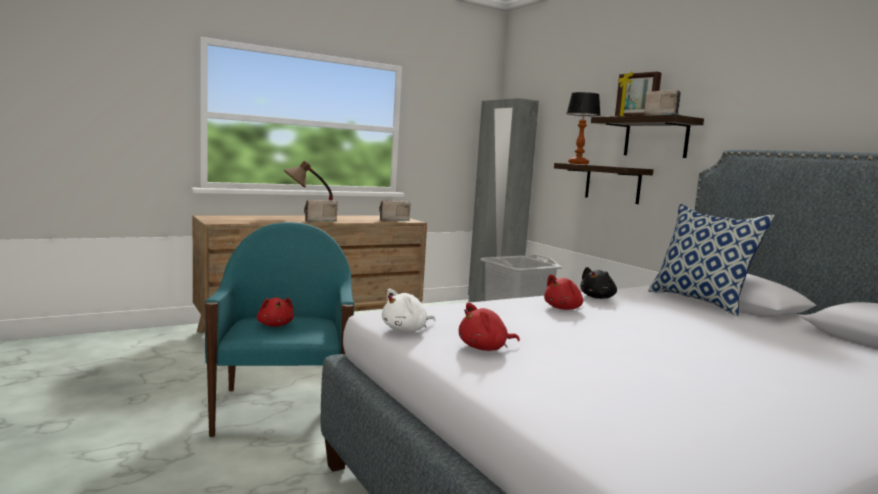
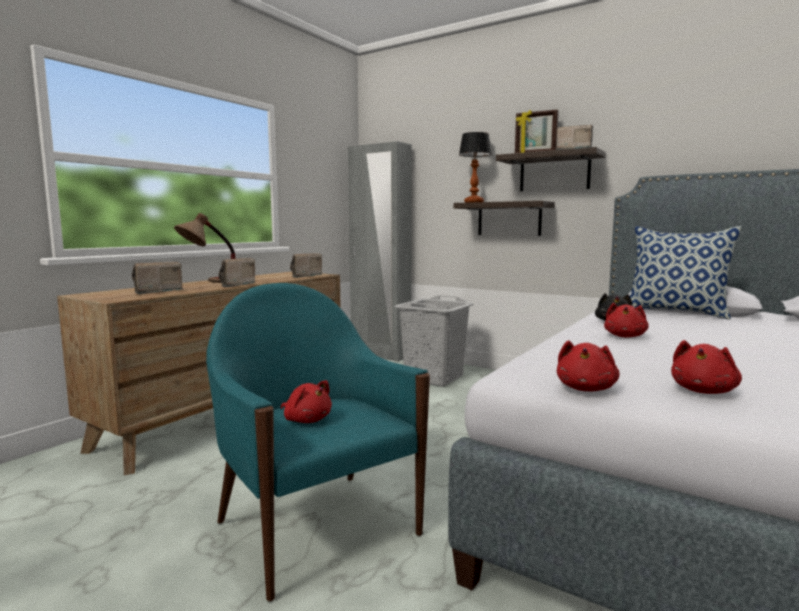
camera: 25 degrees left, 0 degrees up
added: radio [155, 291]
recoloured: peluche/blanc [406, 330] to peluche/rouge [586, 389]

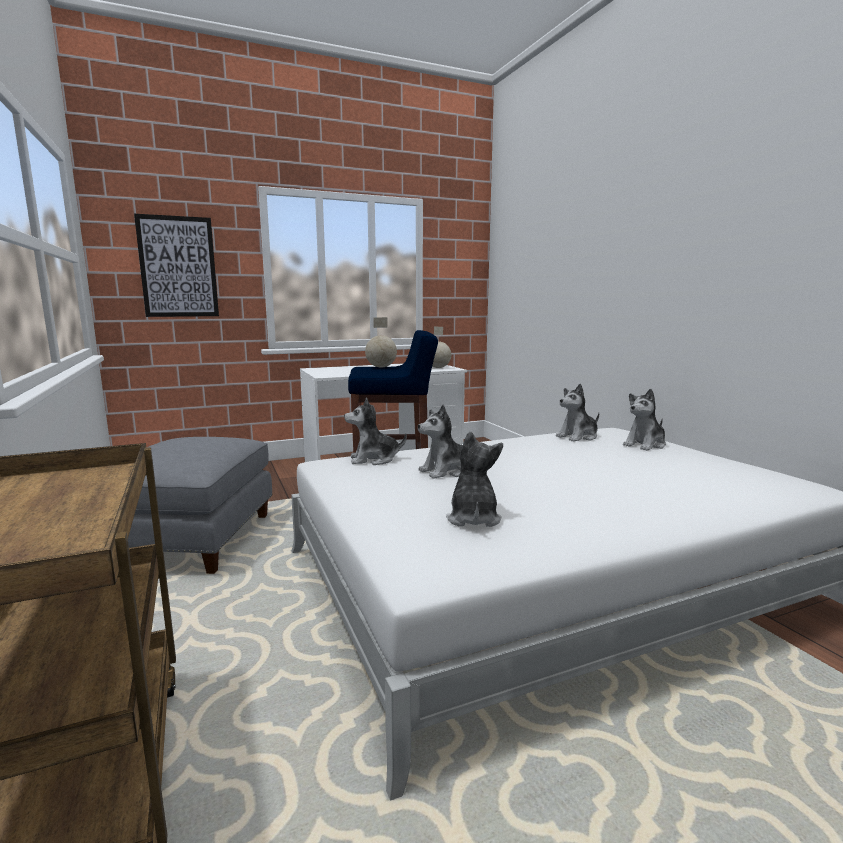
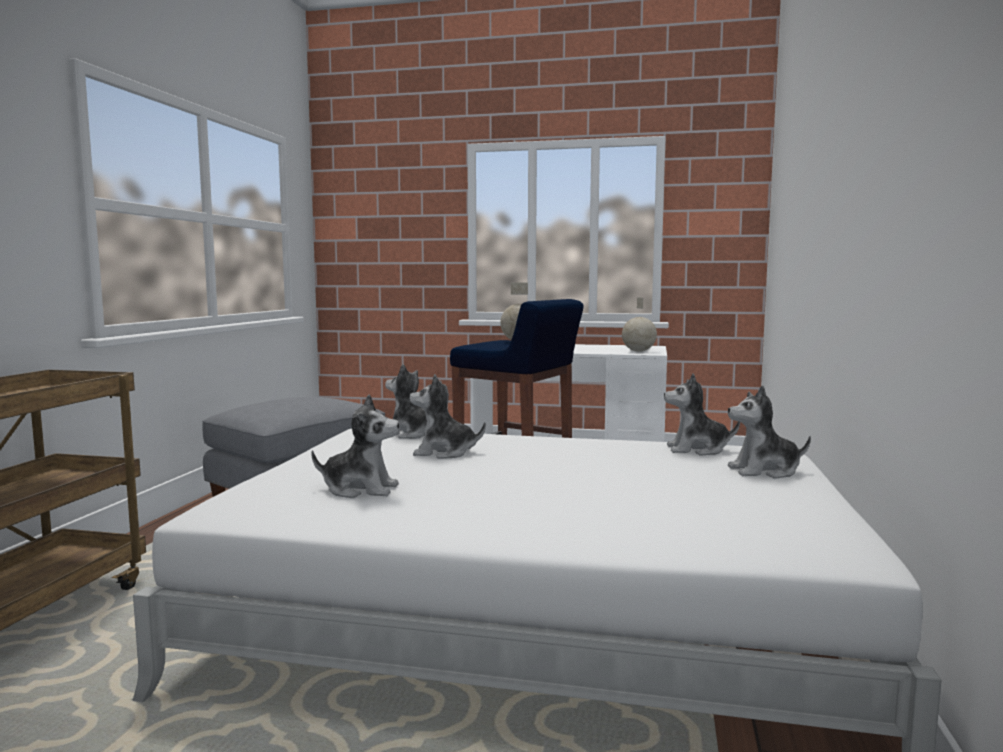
camera: 35 degrees right, 5 degrees down
removed: tableau [178, 267]
turned: peluche [473, 518] = [360, 489] 60 degrees clockwise

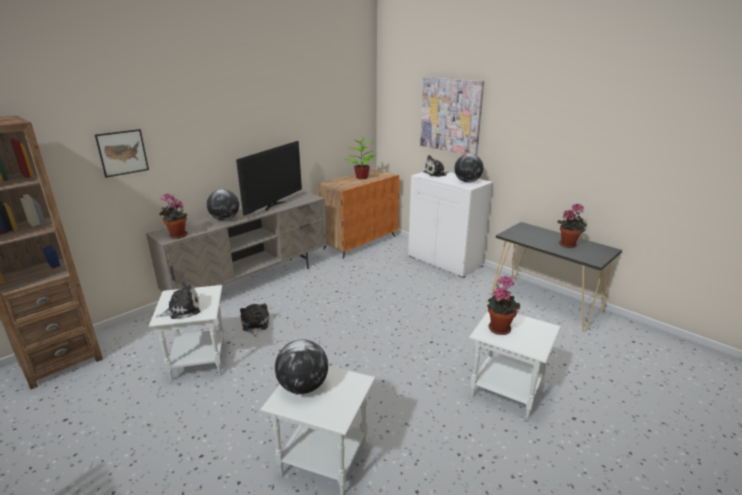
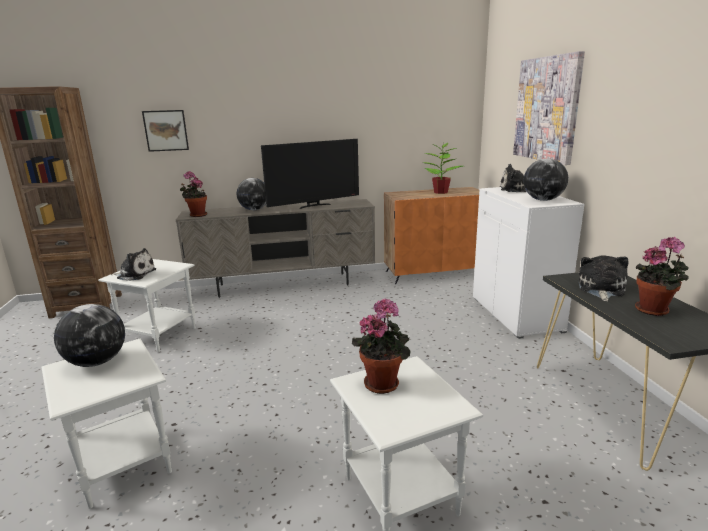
camera: 35 degrees right, 5 degrees down
moved: peluche [255, 325] to [600, 289]

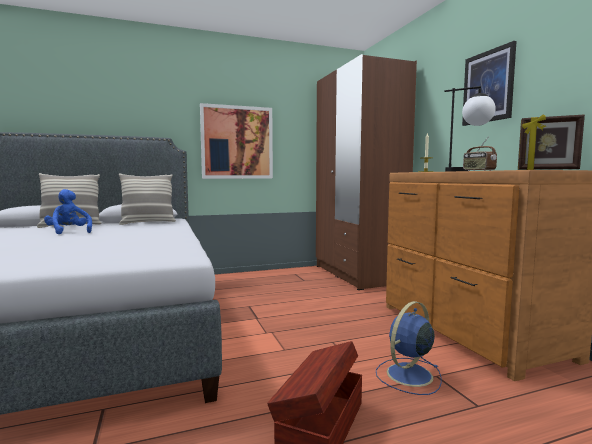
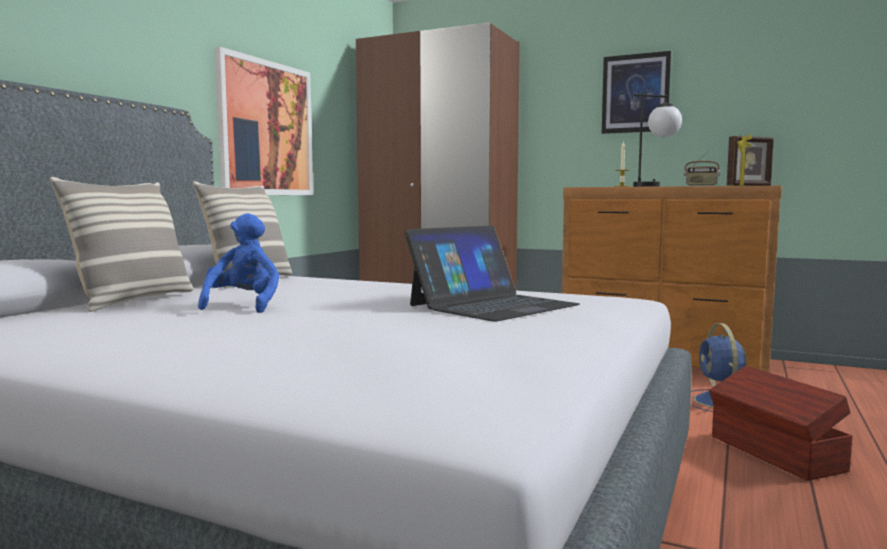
camera: 45 degrees left, 0 degrees up
added: ordinateur portable [492, 305]
turned: peluche/bleu [69, 232] = [243, 306] 90 degrees clockwise

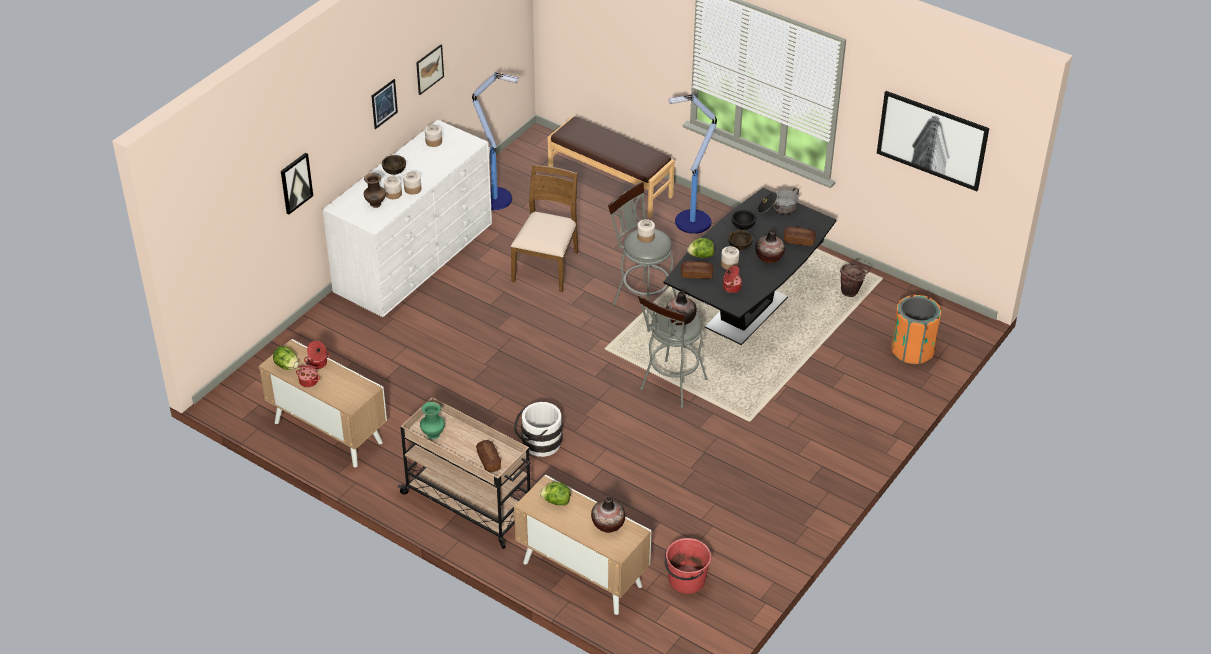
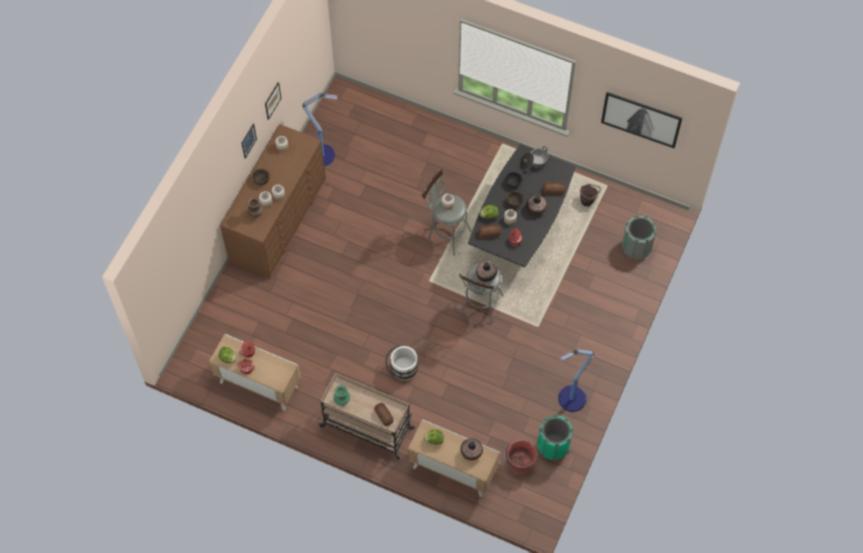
camera: 10 degrees left, 20 degrees up
removed: tableau [295, 183]; chaise/marron [547, 266]; banc/marron [610, 184]
added: poubelle/vert [553, 445]
moved: lampadaire [691, 222] to [571, 399]
recoloured: commode/blanc [414, 257] to commode/marron [278, 220]; poubelle/orange [912, 350] to poubelle/gris [636, 247]

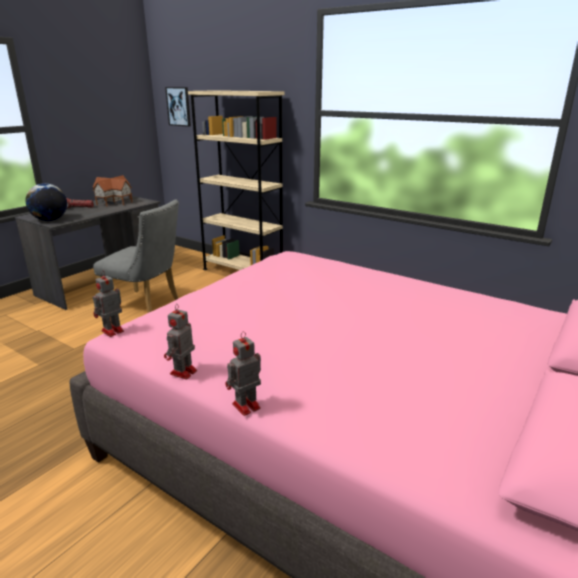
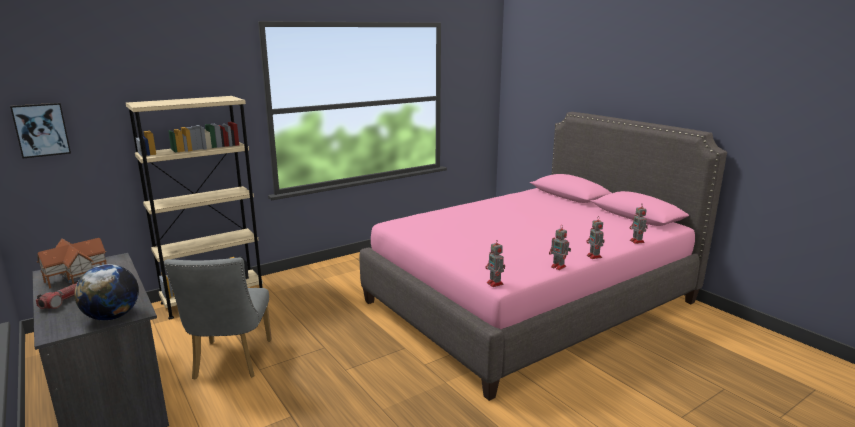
camera: 70 degrees left, 5 degrees down
added: robot jouet [637, 241]
turned: chaise/gris [147, 306] = [230, 363] 135 degrees clockwise

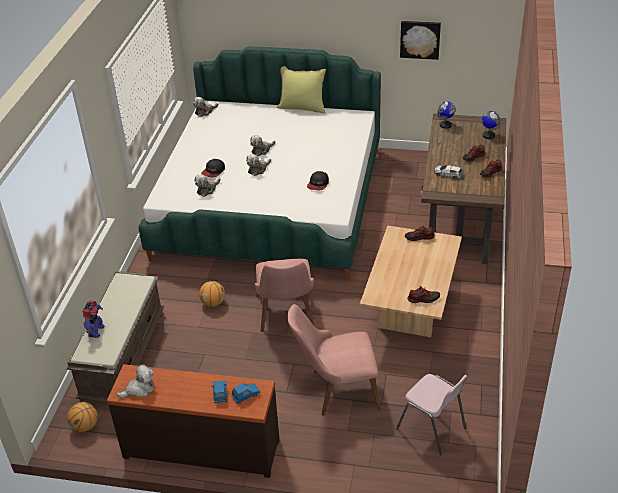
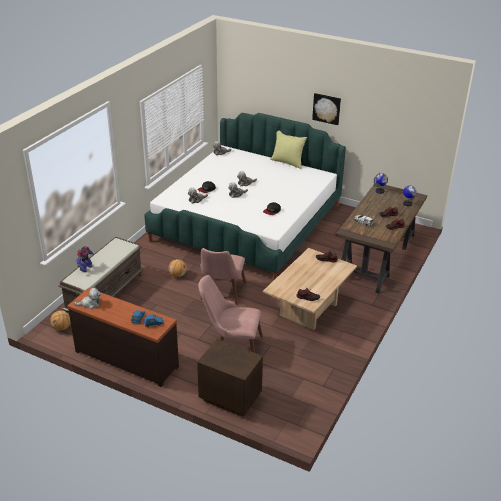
camera: 15 degrees right, 5 degrees down
removed: chaise/rose [431, 429]
added: table de chevet/marron [230, 397]
moved: tableau [420, 39] to [326, 108]

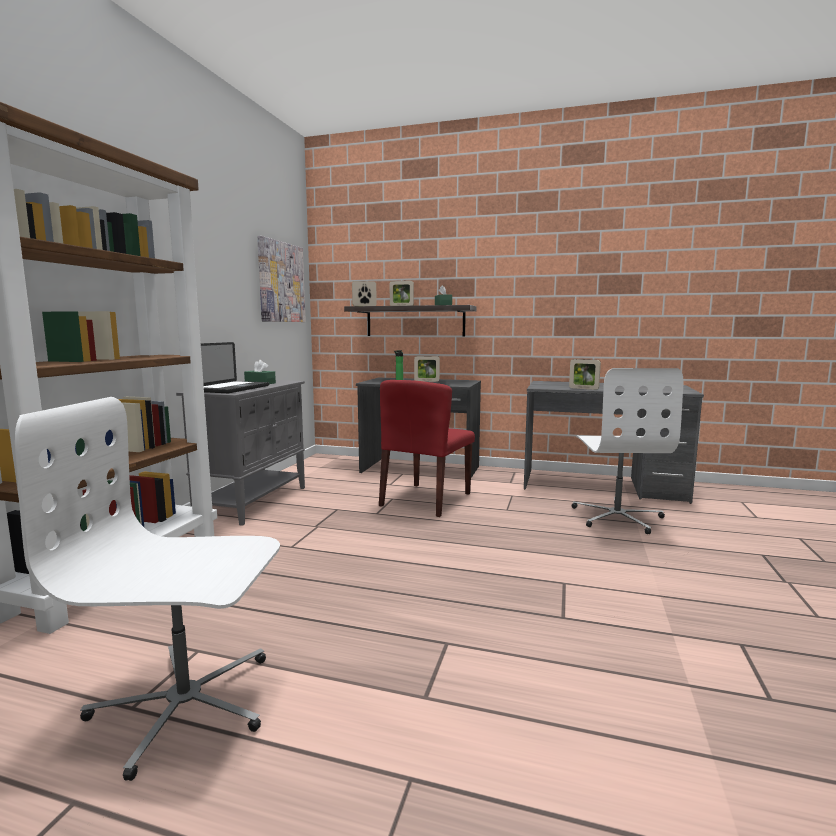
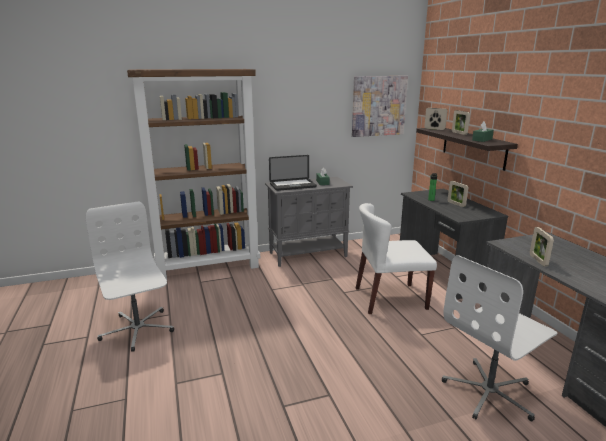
camera: 55 degrees right, 10 degrees up
recoloured: chaise/rouge [426, 500] to chaise/blanc [390, 298]

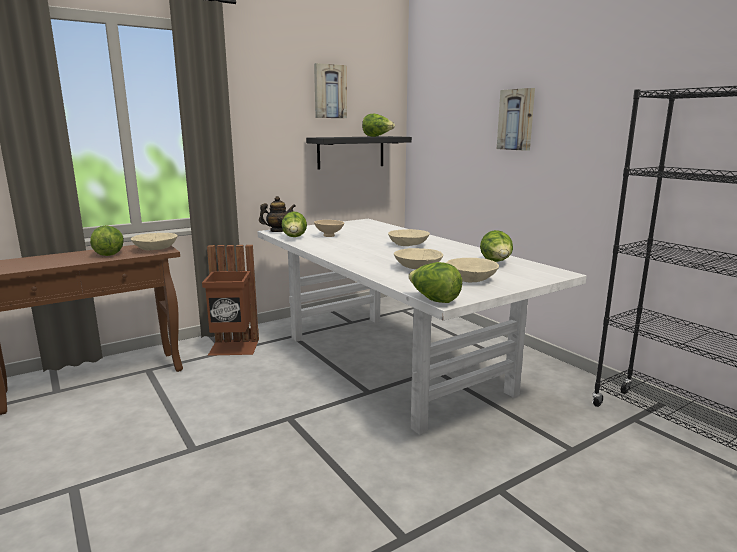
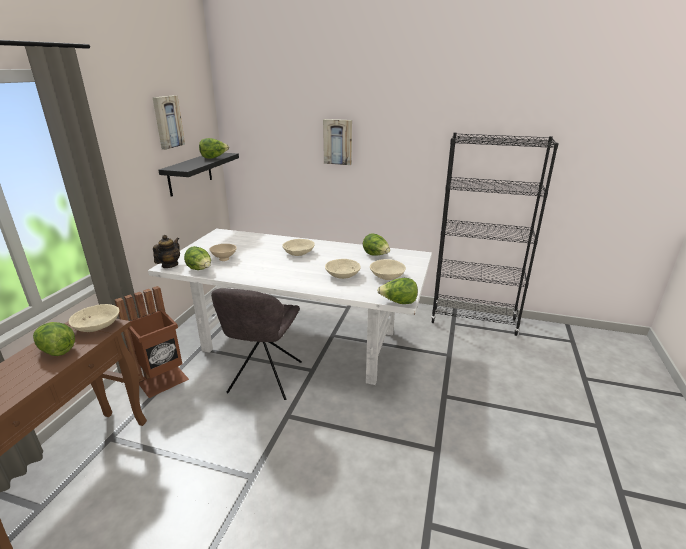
camera: 40 degrees left, 10 degrees up
added: chaise/gris [264, 379]

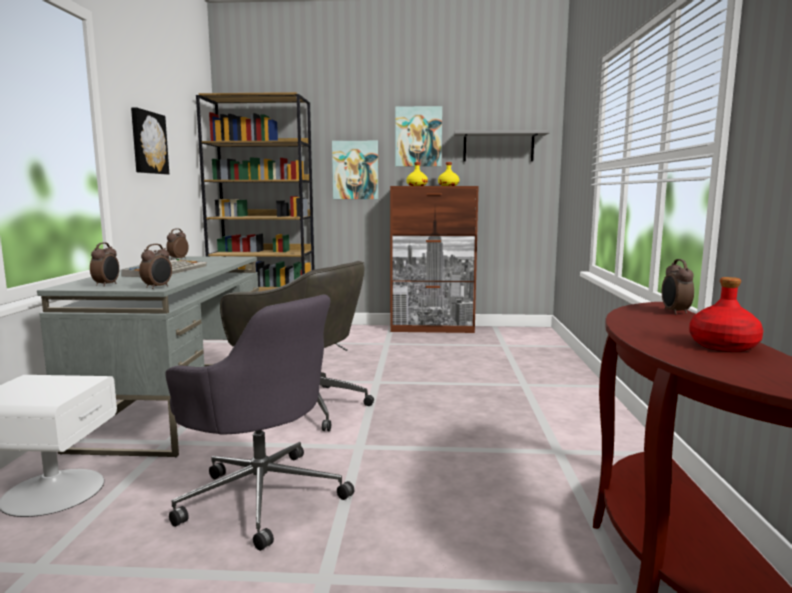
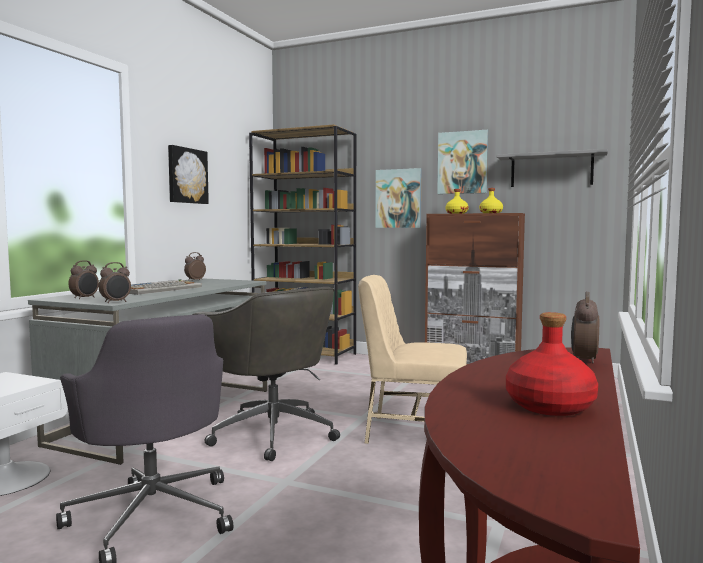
camera: 20 degrees right, 5 degrees down
added: chaise/beige [413, 432]

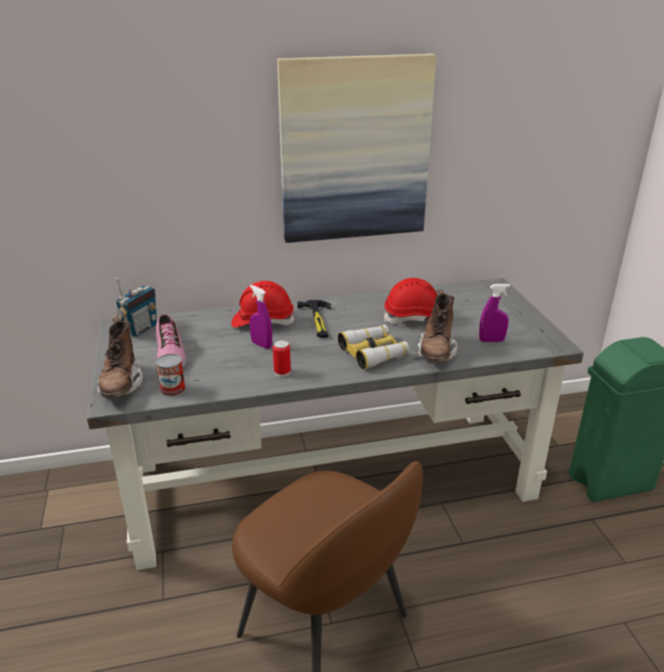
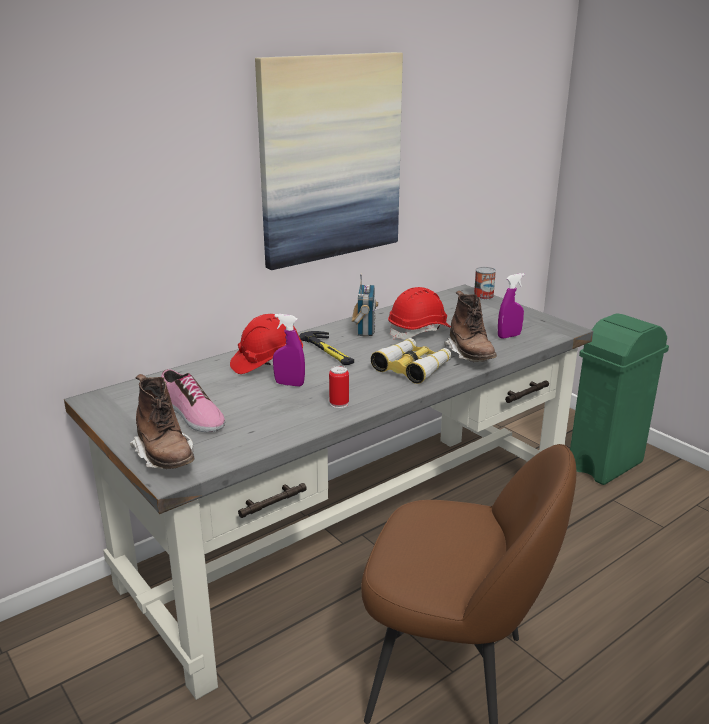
camera: 25 degrees left, 5 degrees down
moved: radio [140, 329] to [365, 330]; boîte métallique [172, 389] to [483, 296]

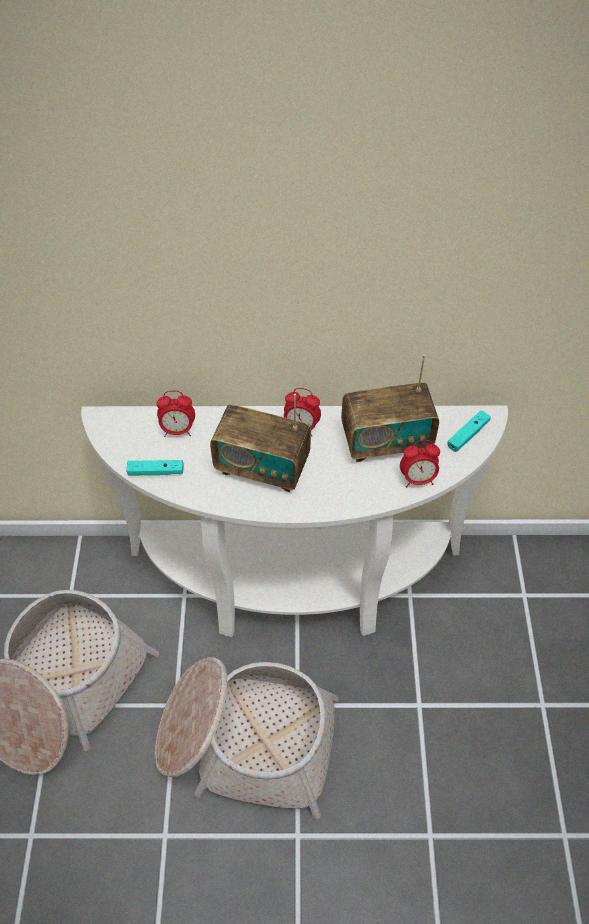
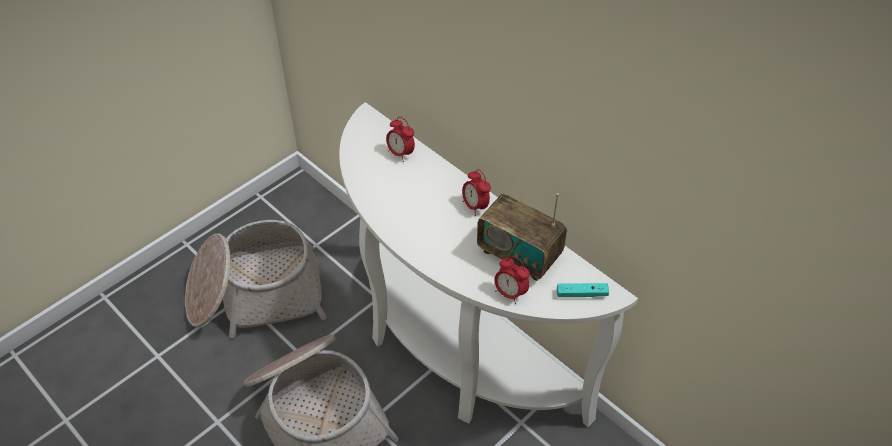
camera: 45 degrees right, 5 degrees down
removed: manette/turquoise [156, 472]; radio [262, 467]

